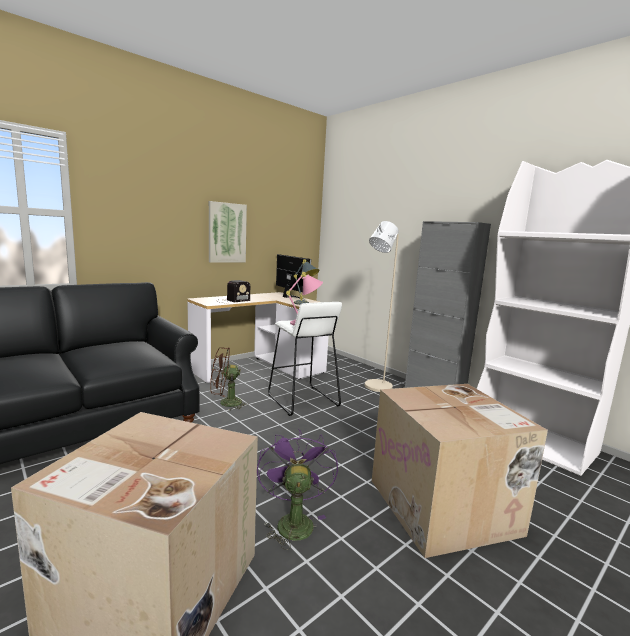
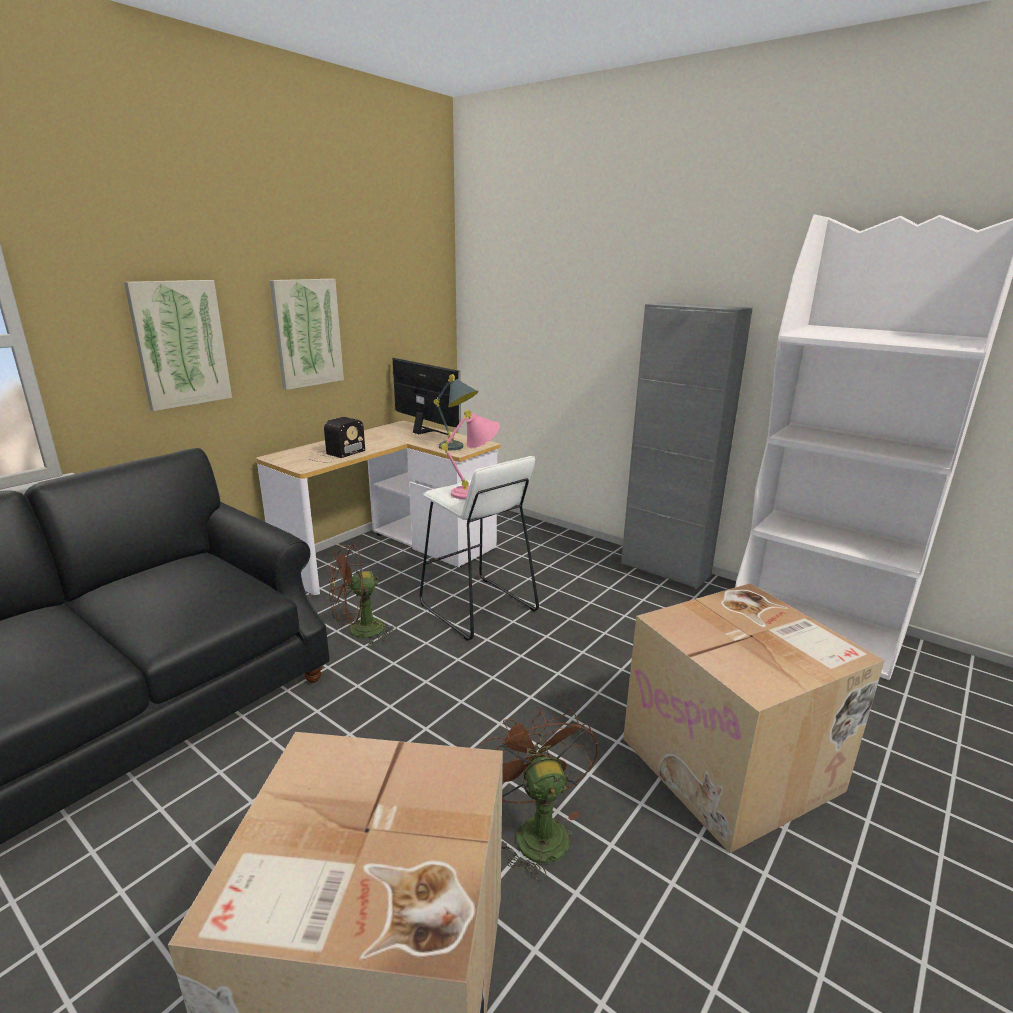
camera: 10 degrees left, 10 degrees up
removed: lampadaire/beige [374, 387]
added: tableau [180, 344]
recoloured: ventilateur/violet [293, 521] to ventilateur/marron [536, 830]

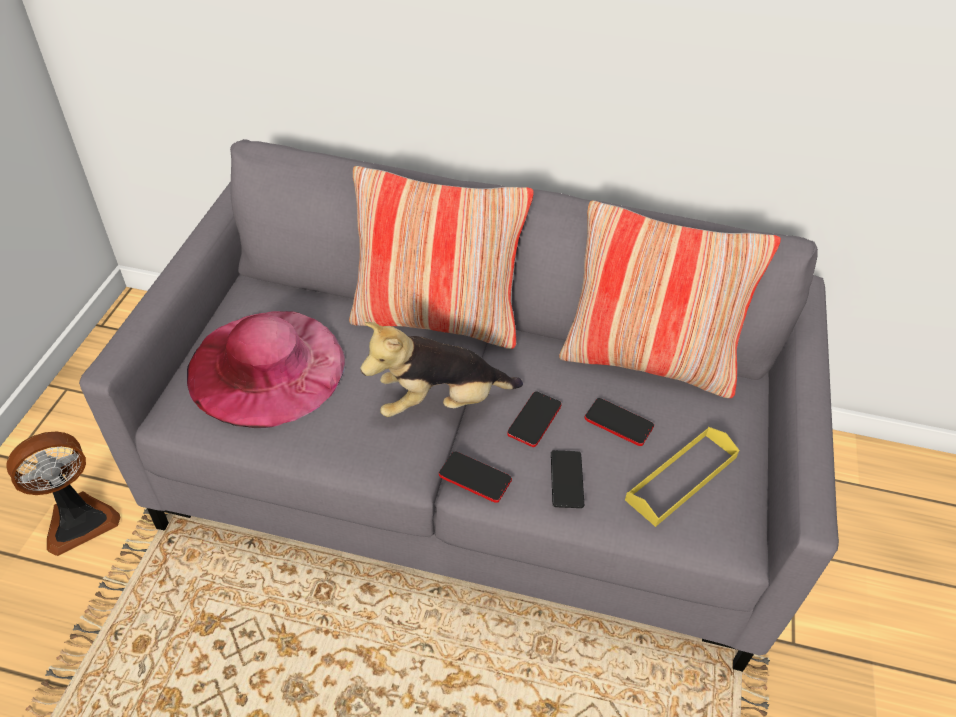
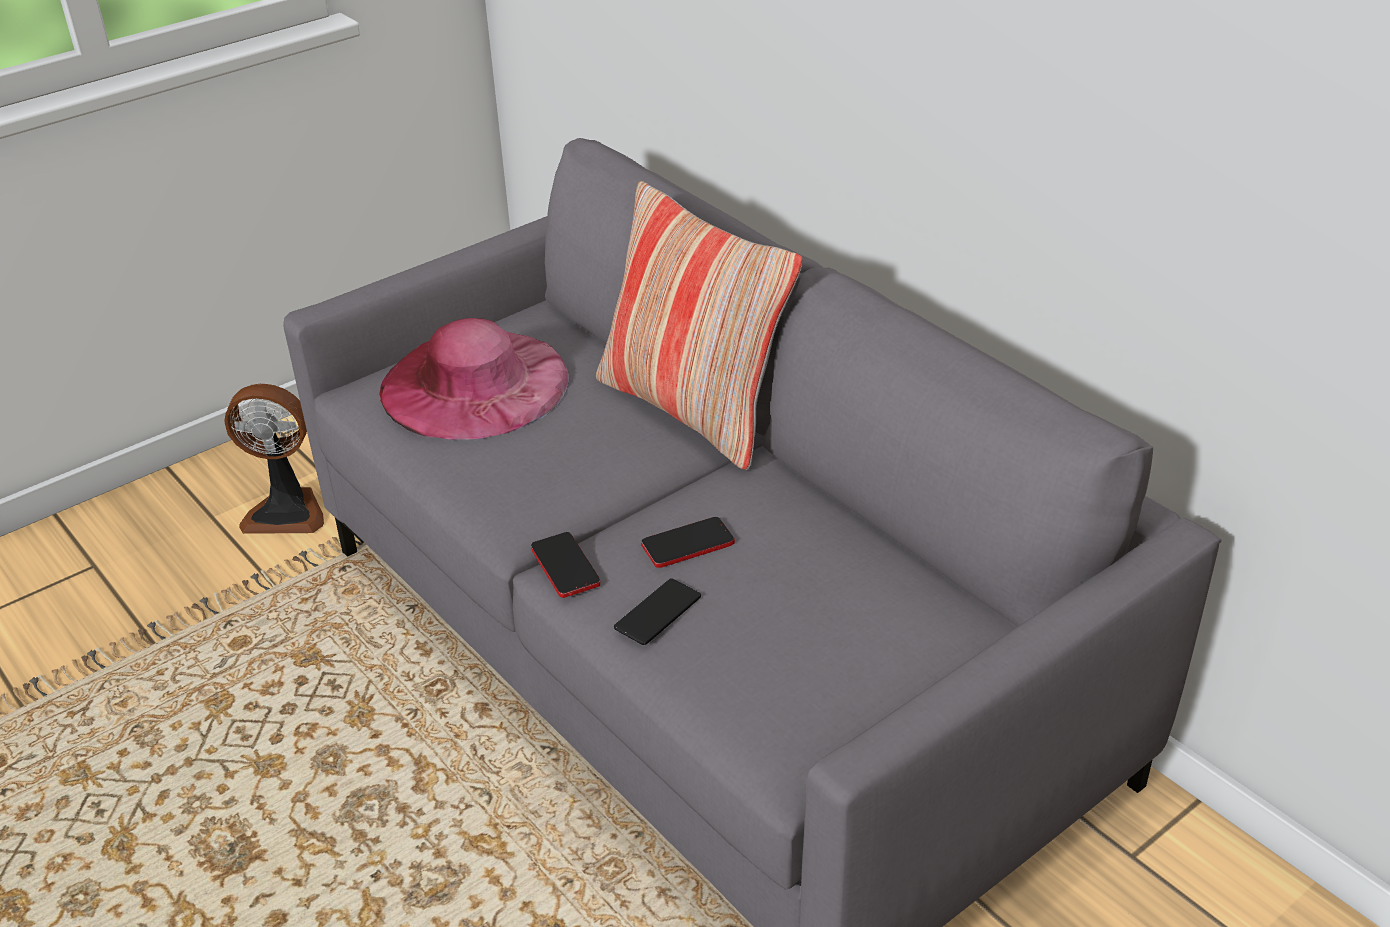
camera: 40 degrees right, 10 degrees down
removed: peluche [440, 402]; coussin [647, 360]; téléphone [618, 423]; plateau/jaune [681, 478]

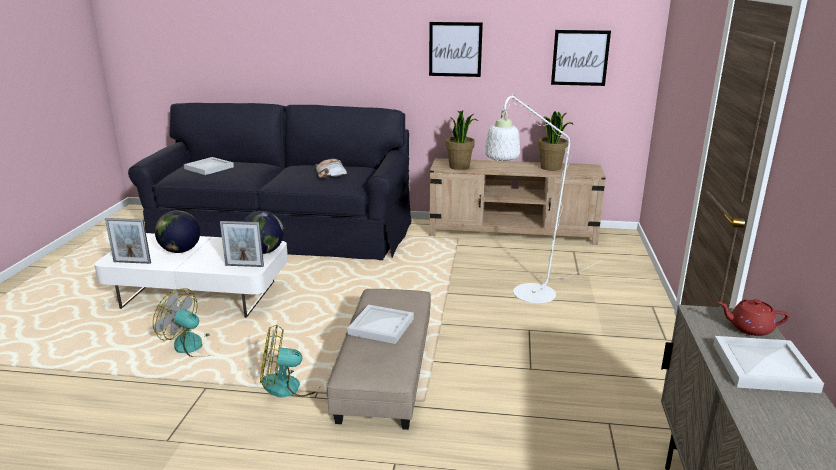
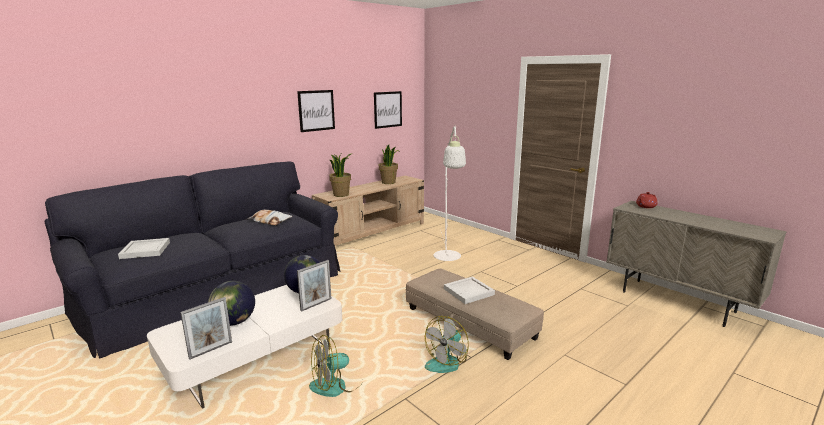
camera: 50 degrees left, 5 degrees down
removed: plateau/blanc [764, 366]

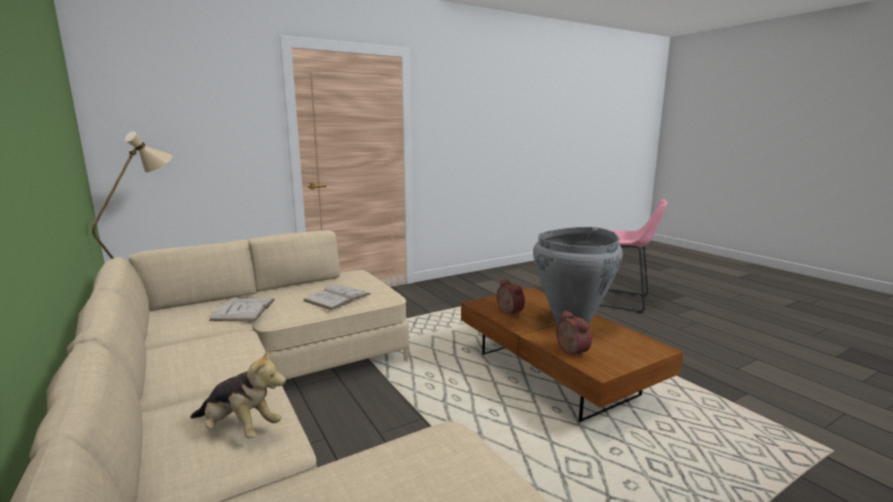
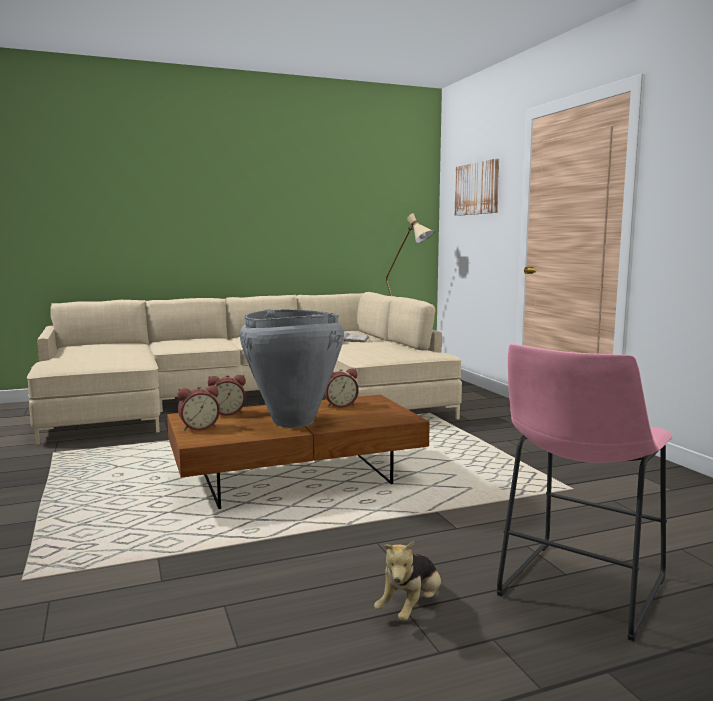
camera: 100 degrees right, 5 degrees down
removed: livre/blanc [337, 297]
added: réveil [199, 427]; tableau [477, 188]
moved: peluche [239, 429] to [411, 608]

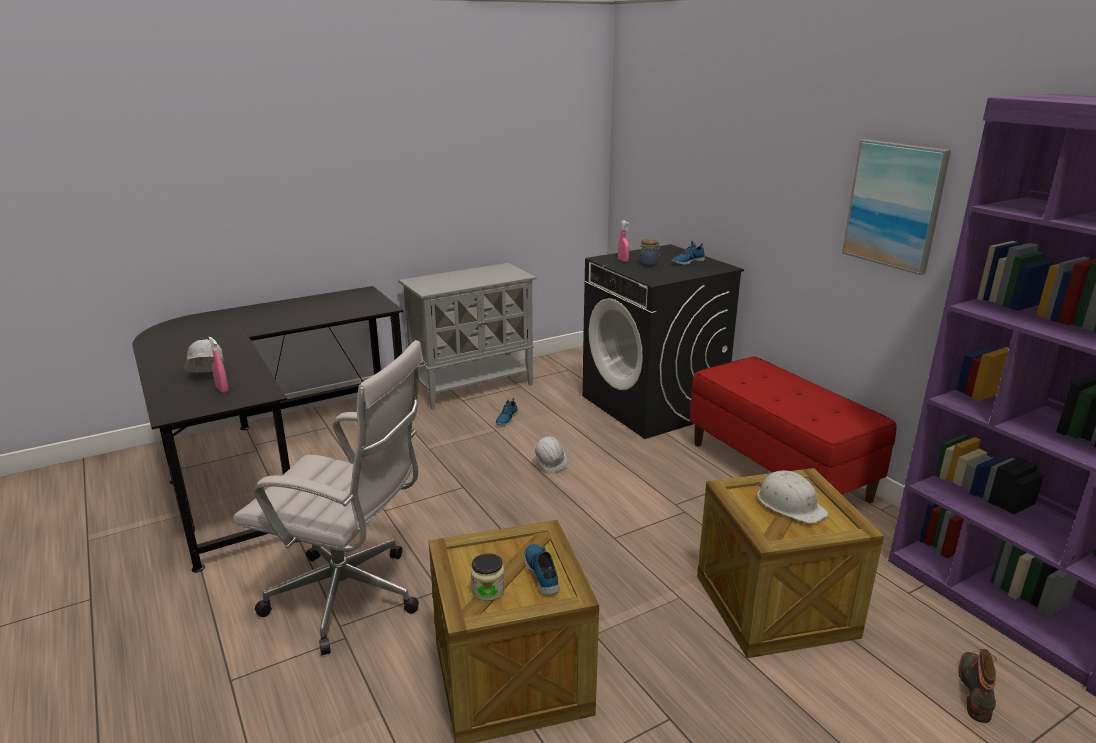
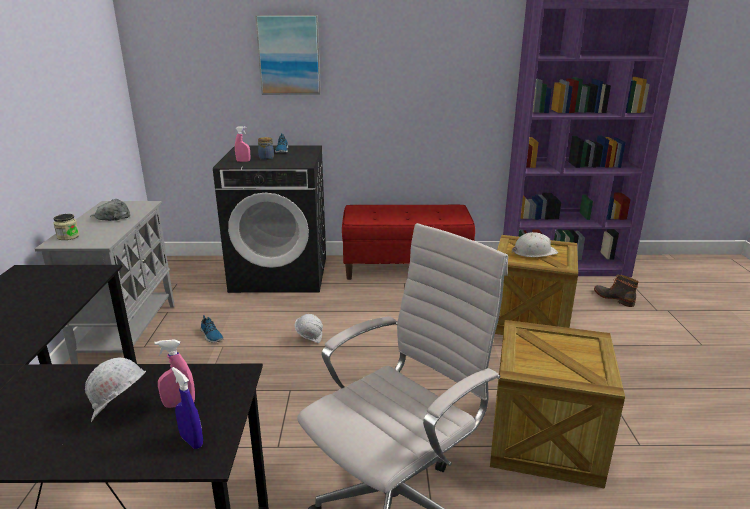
camera: 60 degrees left, 0 degrees up
removed: chaussure [543, 573]
added: casquette/gris [110, 216]; vaporisateur/bleu [191, 441]
moved: bocal [488, 590] to [68, 236]; tableau [894, 205] to [289, 55]

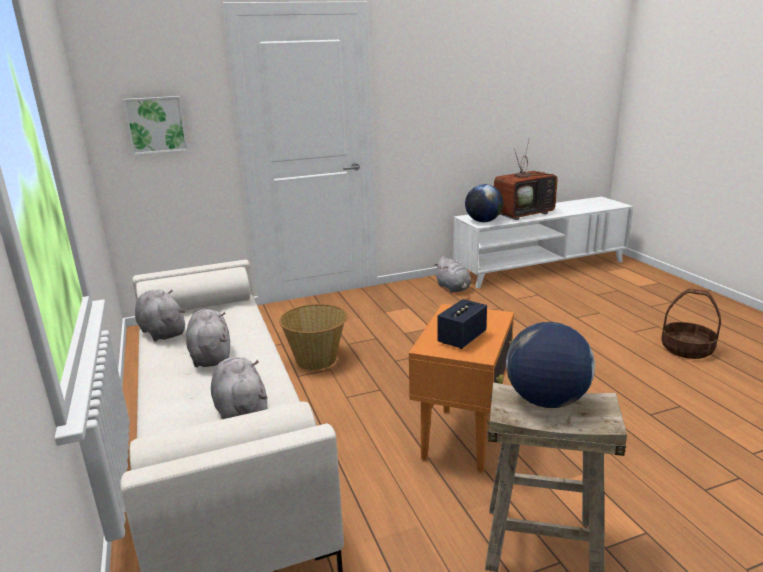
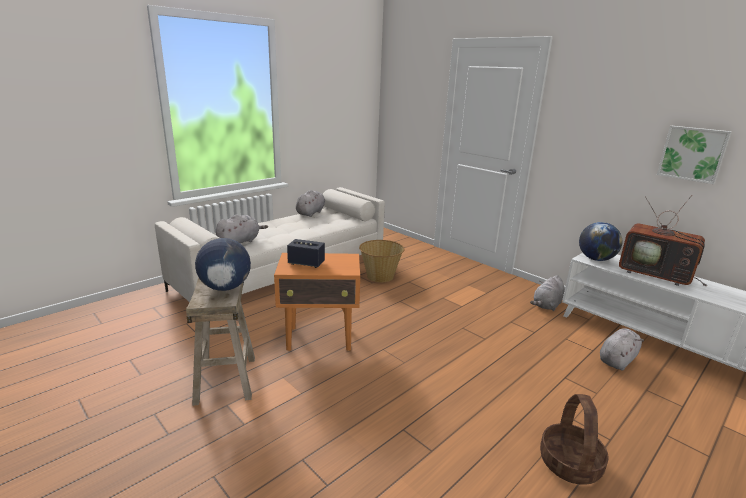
camera: 65 degrees right, 0 degrees up
moved: tableau [156, 125] to [693, 154]; peluche/gris [210, 355] to [617, 360]

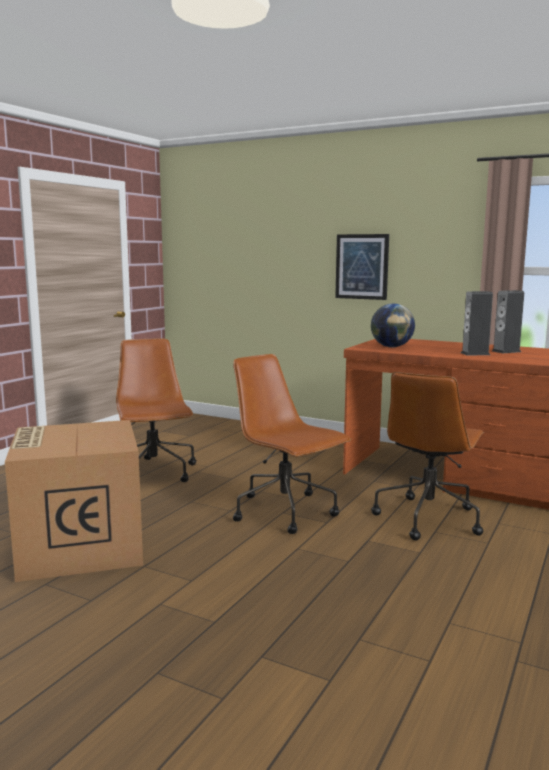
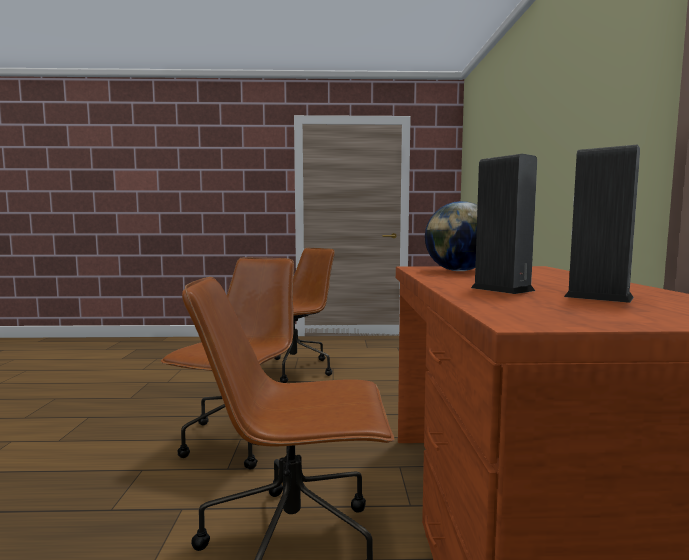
camera: 60 degrees right, 5 degrees down
removed: carton [79, 546]; tableau [362, 266]

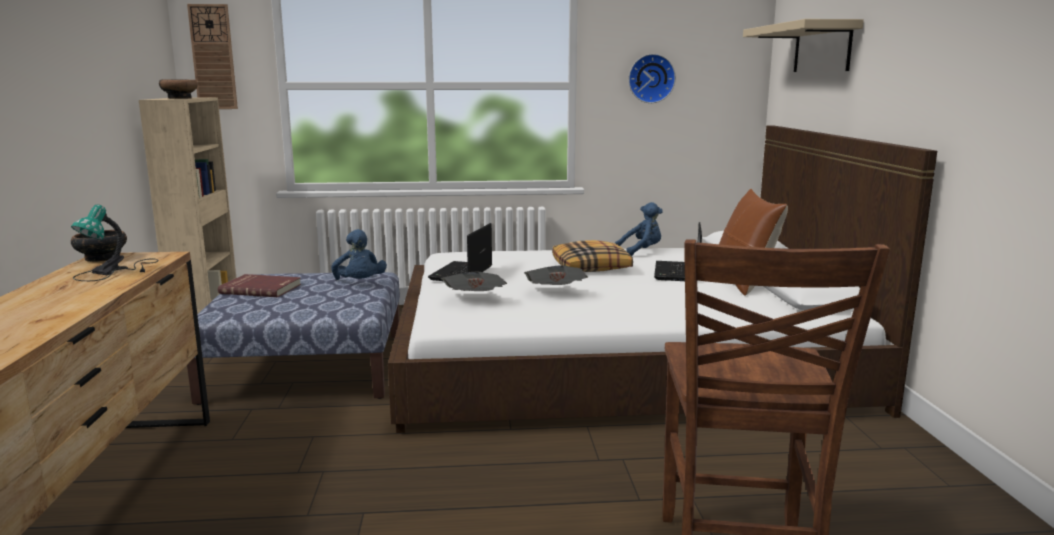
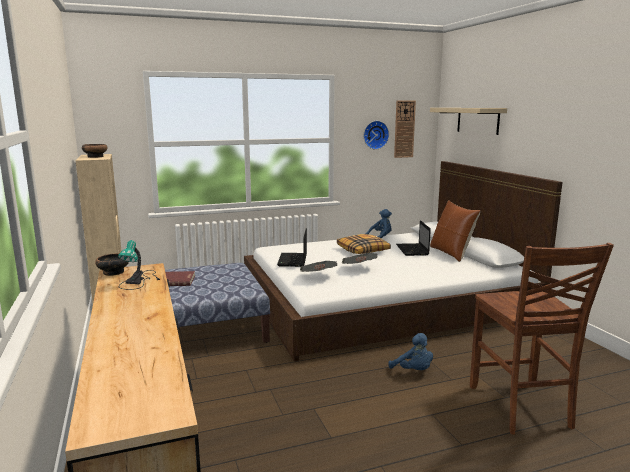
camera: 15 degrees left, 0 degrees up
moved: horloge murale [213, 57] to [404, 129]; peluche/bleu [360, 283] to [413, 371]

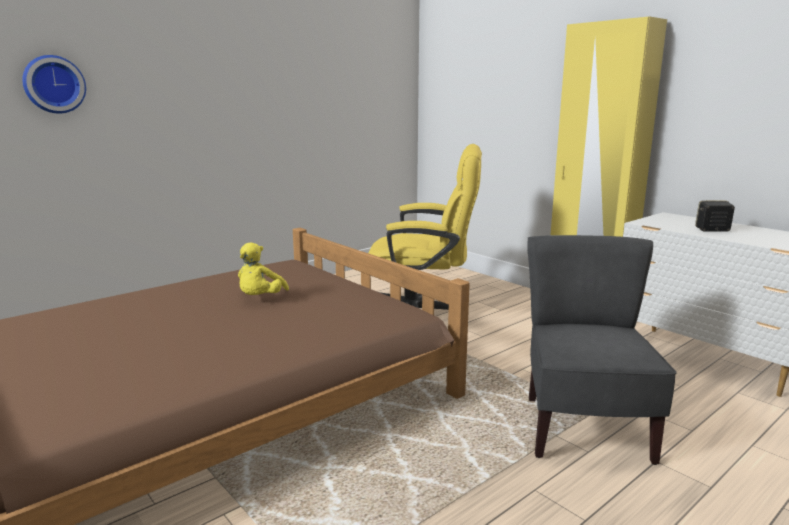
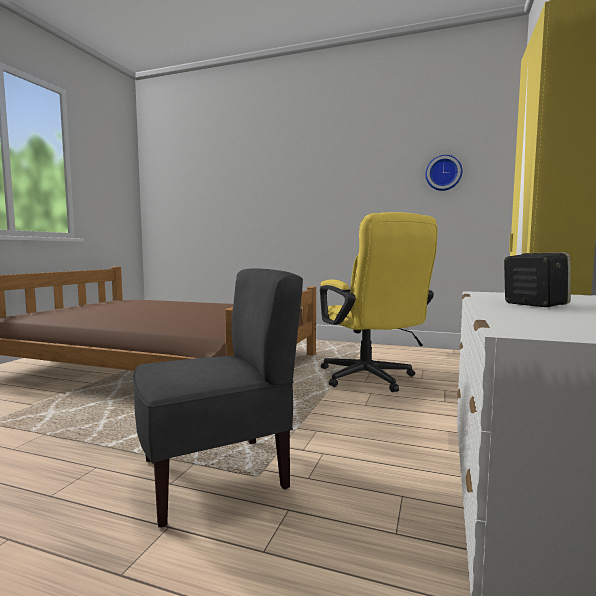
camera: 60 degrees right, 10 degrees down
removed: peluche/jaune [260, 298]
moved: horloge murale [54, 84] to [443, 173]

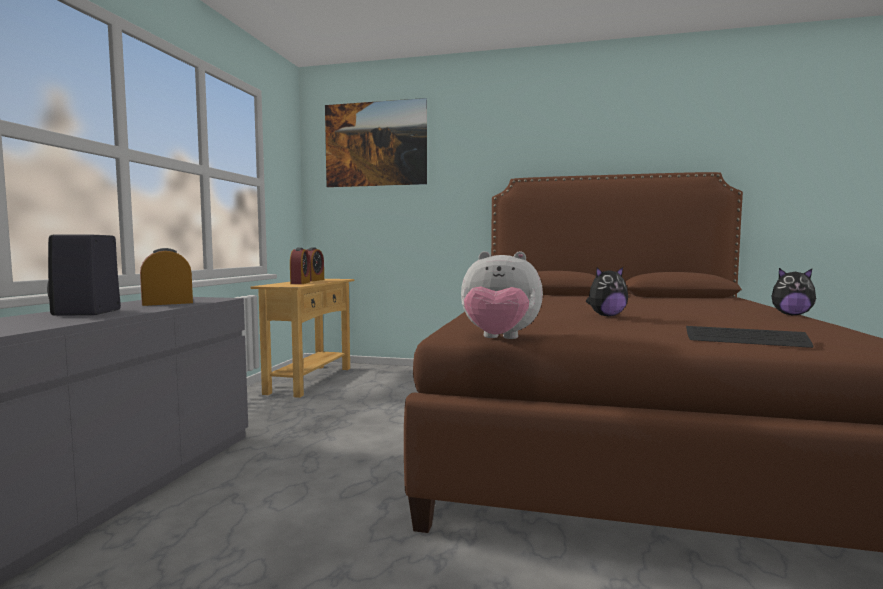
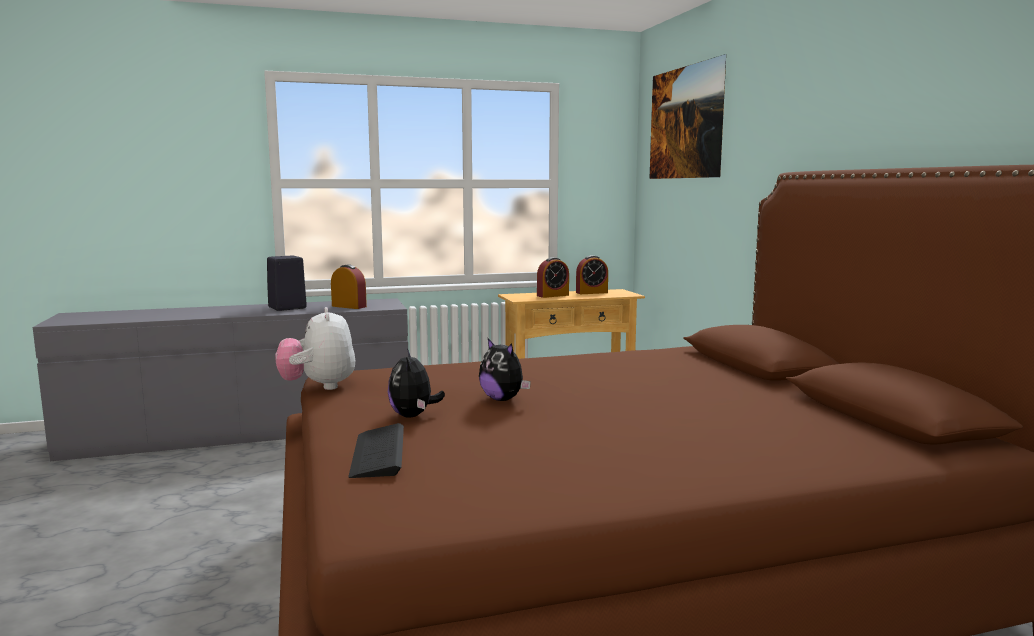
camera: 60 degrees right, 5 degrees up
moved: peluche [791, 315] to [413, 416]

